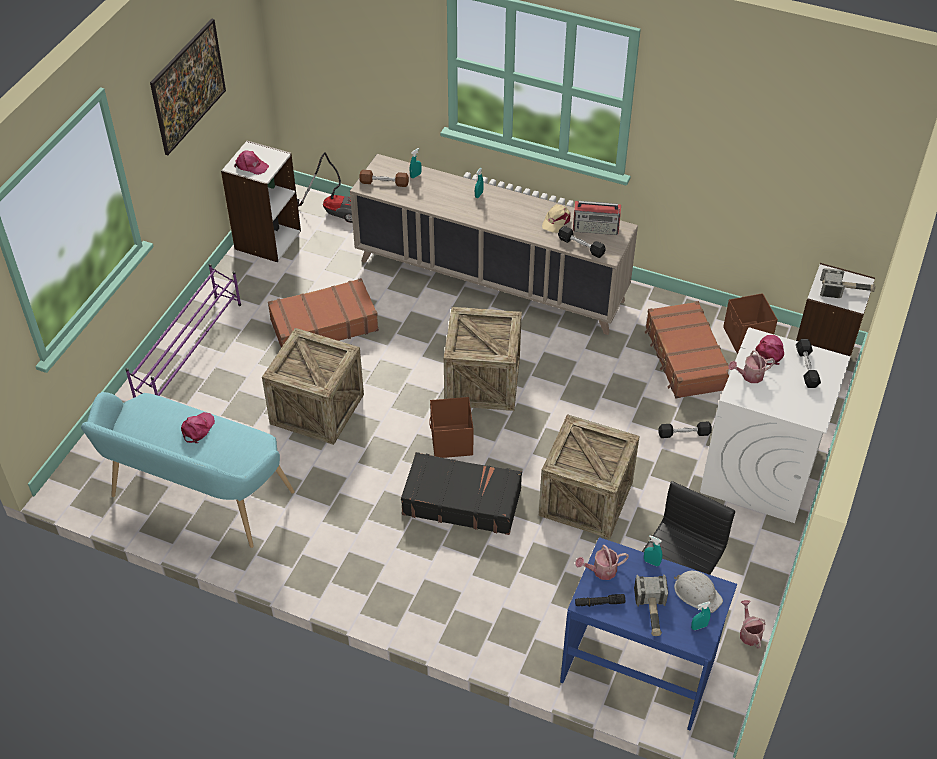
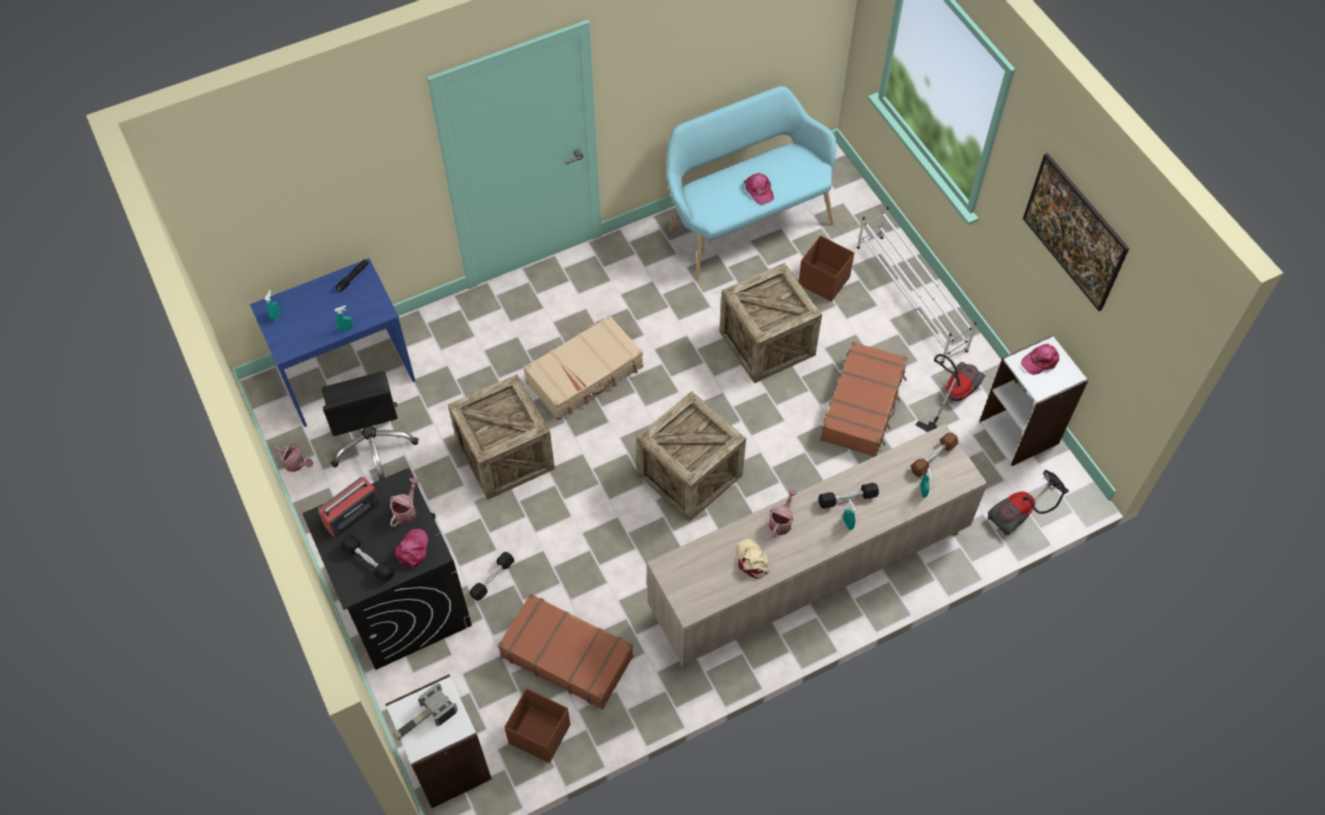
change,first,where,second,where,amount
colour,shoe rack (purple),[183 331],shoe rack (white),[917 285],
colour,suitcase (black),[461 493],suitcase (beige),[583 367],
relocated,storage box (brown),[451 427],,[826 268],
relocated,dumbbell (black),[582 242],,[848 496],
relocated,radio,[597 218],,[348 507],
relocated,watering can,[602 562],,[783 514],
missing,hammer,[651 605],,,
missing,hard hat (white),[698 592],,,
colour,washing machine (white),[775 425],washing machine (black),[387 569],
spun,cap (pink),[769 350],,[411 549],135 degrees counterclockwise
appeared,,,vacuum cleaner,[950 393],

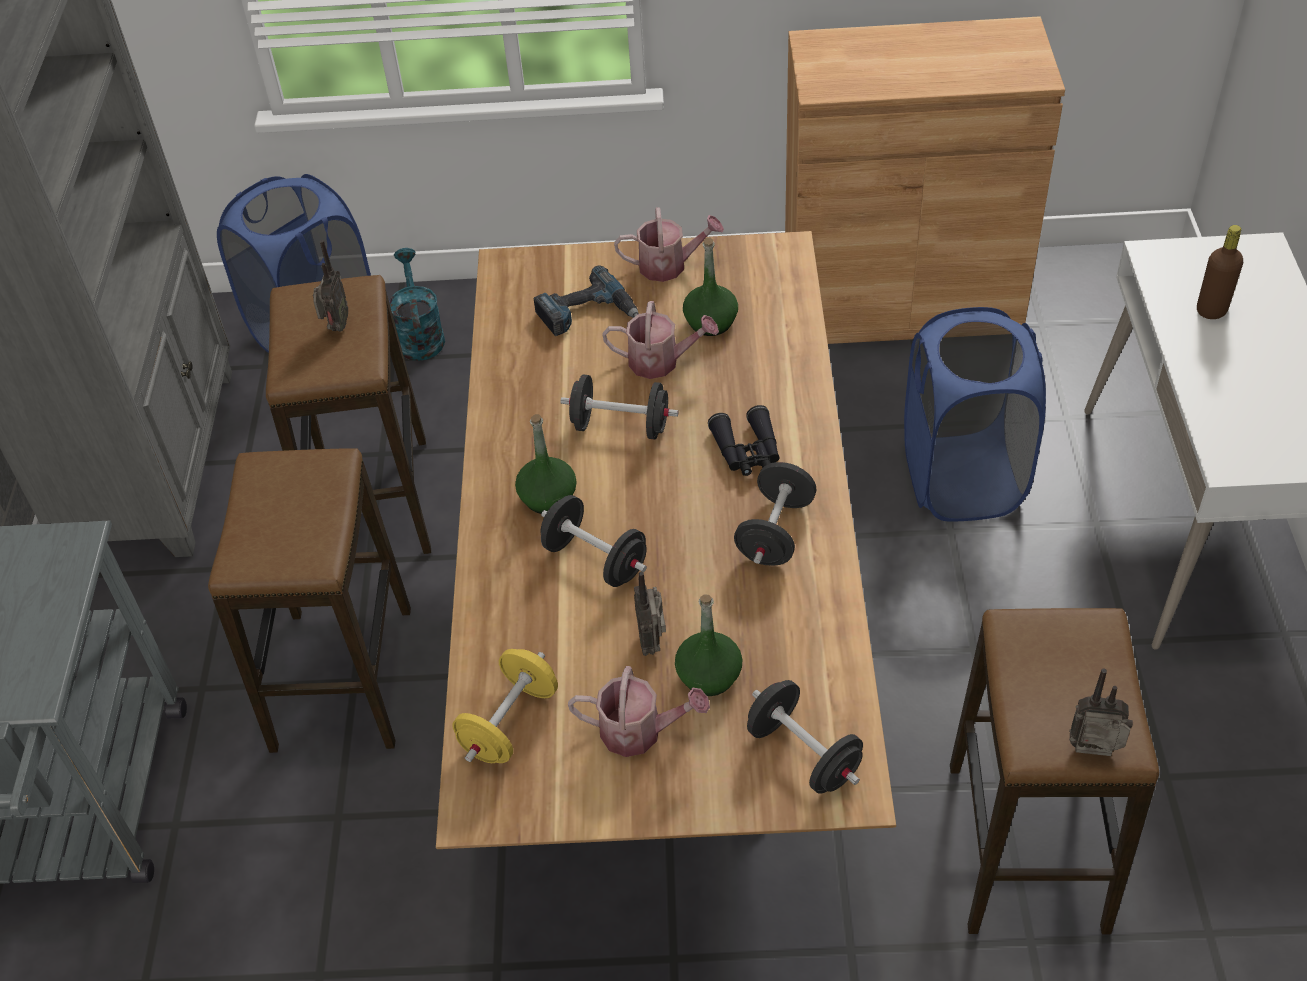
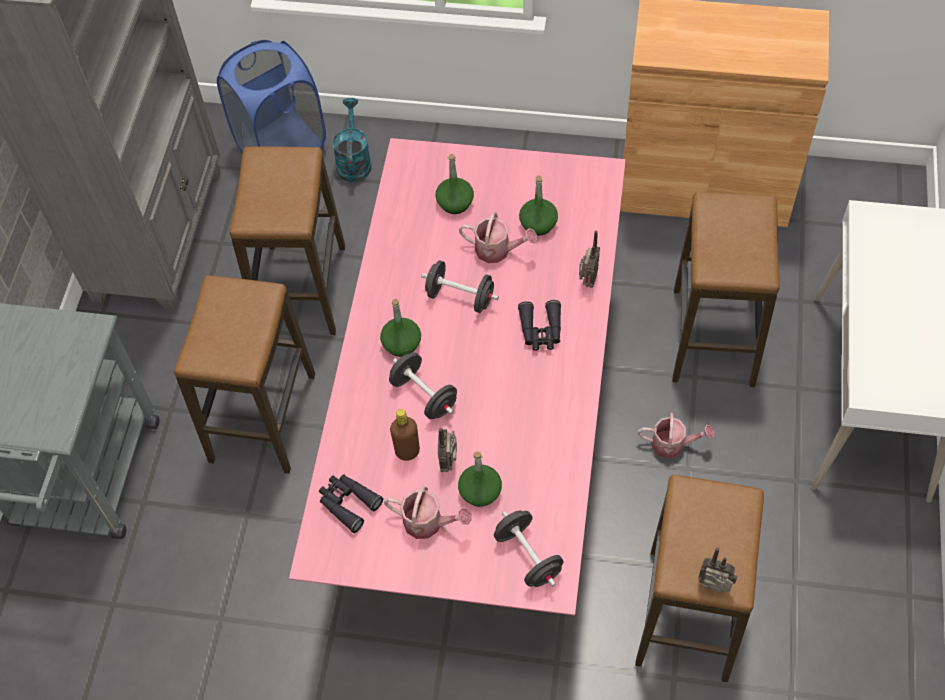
change,first,where,second,where,amount
relocated,radio,[330 286],,[589 259],
colour,dining table (brown),[666 540],dining table (pink),[457 377],
exchanged,dumbbell (yellow),[505 706],binoculars (black),[351 503],
exchanged,power drill,[586 301],bottle (green),[454 184],
relocated,watering can,[669 244],,[676 435],
missing,dumbbell (black),[775 513],,,
exchanged,laundry basket (blue),[975 414],stool,[726 289],
relocated,bottle (brown),[1220 272],,[405 435],

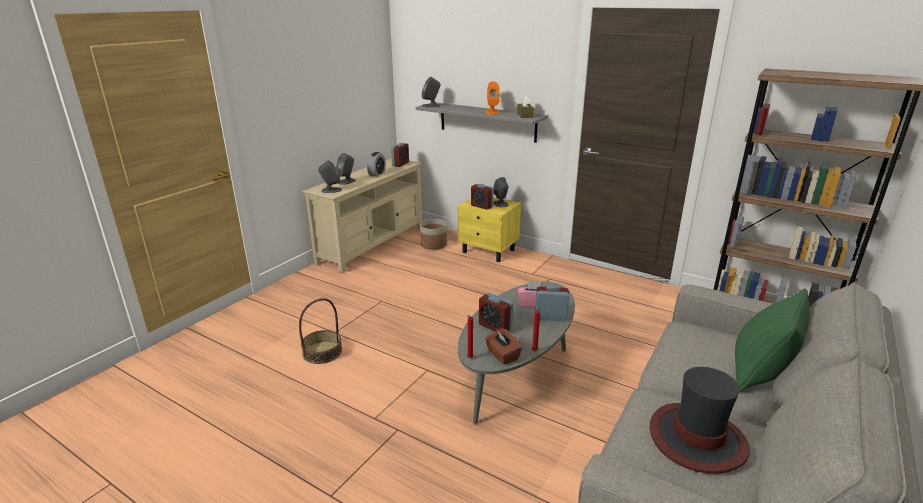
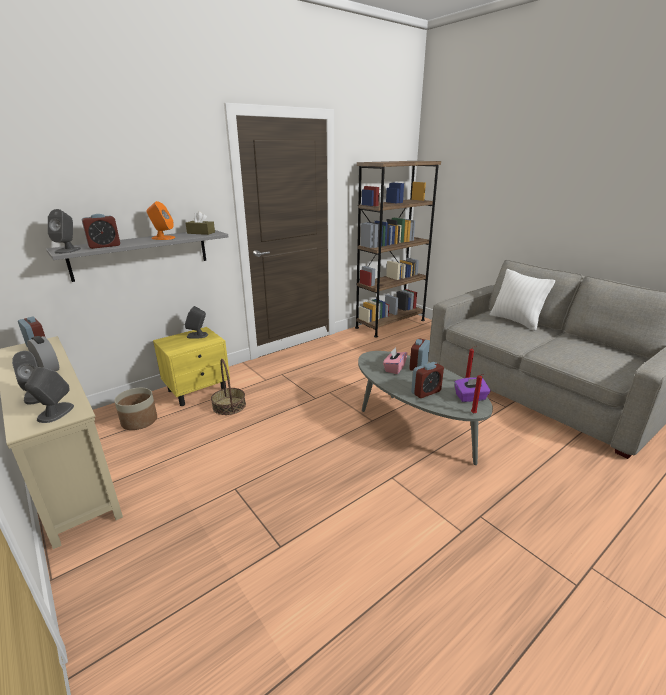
change,first,where,second,where,amount
relocated,basket,[320 331],,[228 387],
relocated,alarm clock,[482 197],,[101 231],
colour,tissue box (brown),[503 346],tissue box (purple),[473 389],
missing,hat,[700 420],,,
colour,pillow (green),[772 340],pillow (white),[522 300],

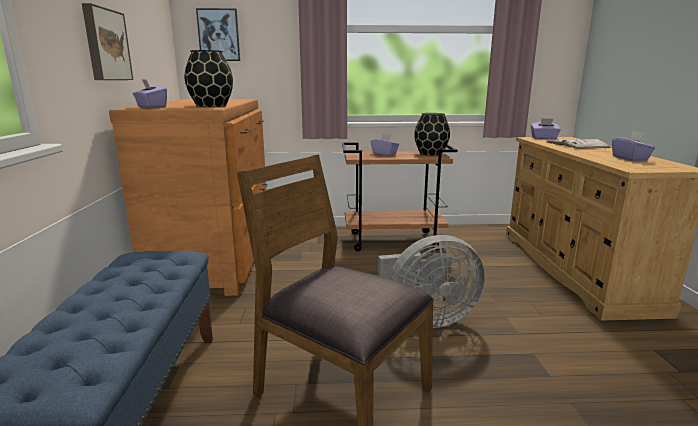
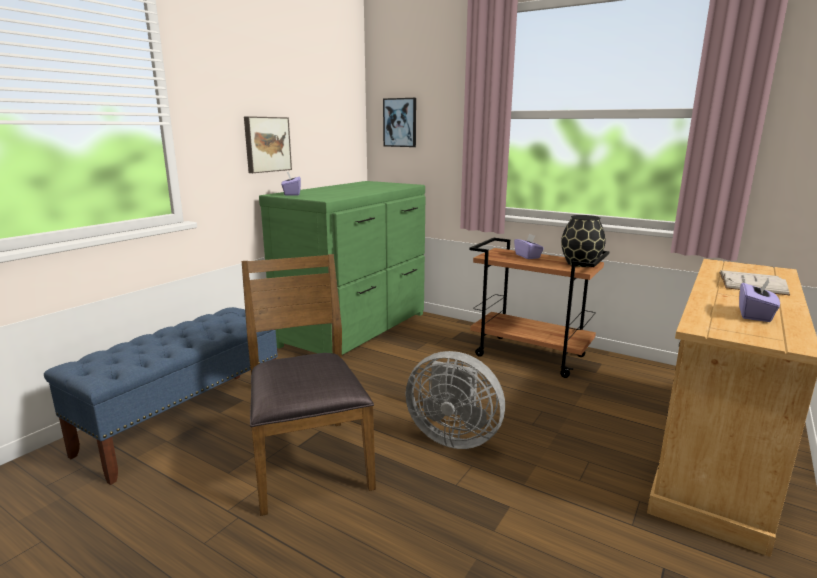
change,first,where,second,where,amount
colour,dresser (brown),[188 197],dresser (green),[342 268],
missing,vase (black),[209 78],,,
missing,tissue box (purple),[546 128],,,

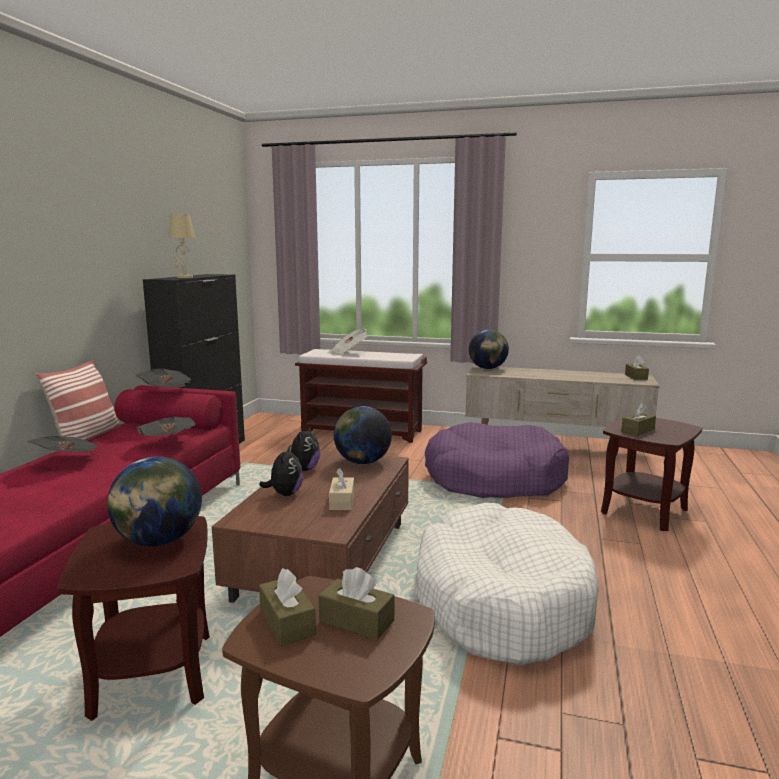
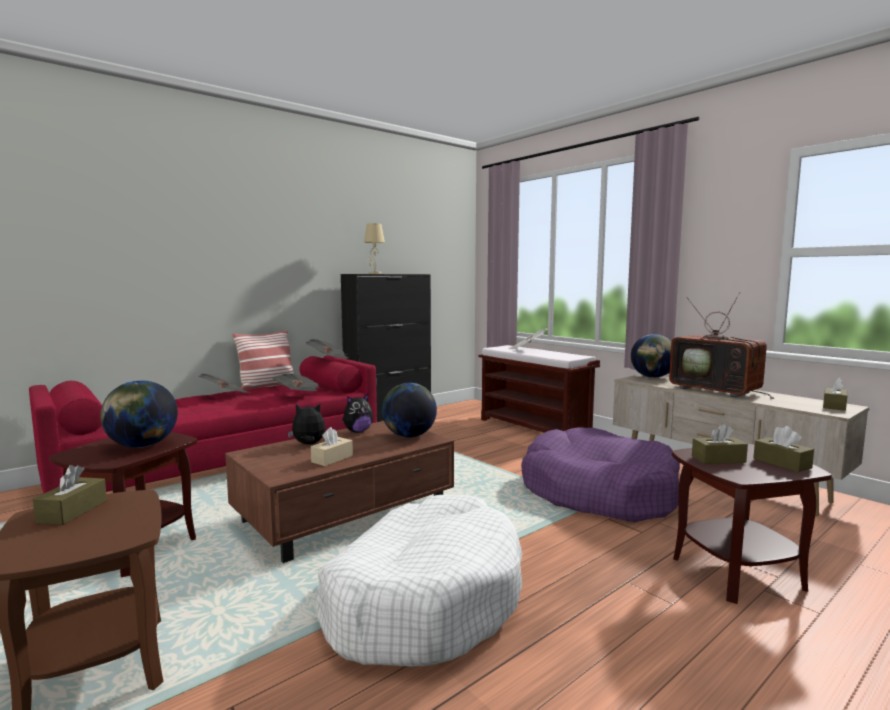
change,first,where,second,where,amount
spun,plush toy,[281 470],,[306 423],135 degrees counterclockwise
relocated,tissue box (brown),[356 603],,[783 449],
appeared,,,television,[721 345],

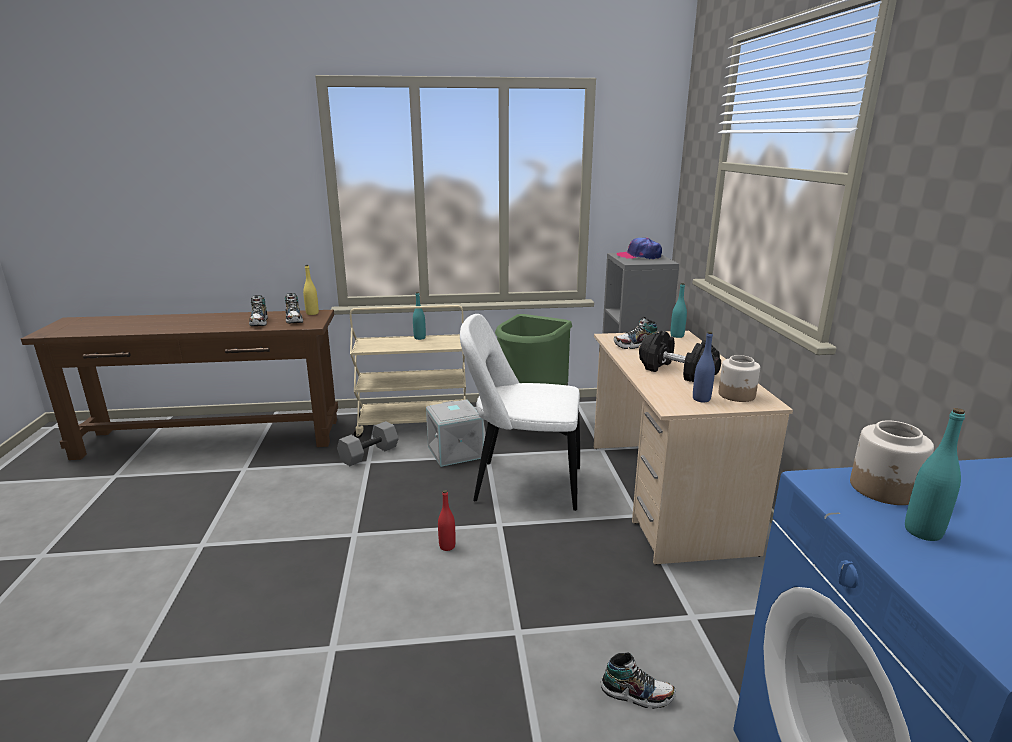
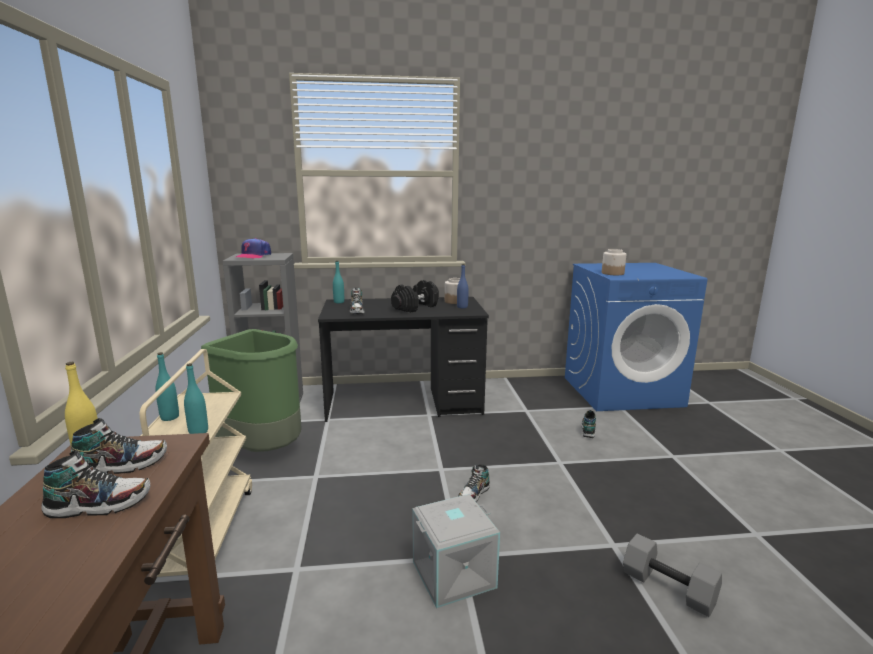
change,first,where,second,where,amount
relocated,dumbbell (grey),[368 443],,[672 575],
relocated,storage box (grey),[455 433],,[456 551],
exchanged,bottle (red),[447 520],shoe,[474 483],
missing,chair (white),[520 412],,,
colour,desk (beige),[693 448],desk (black),[403 359],
relocated,bottle (turquoise),[935 474],,[196 398],

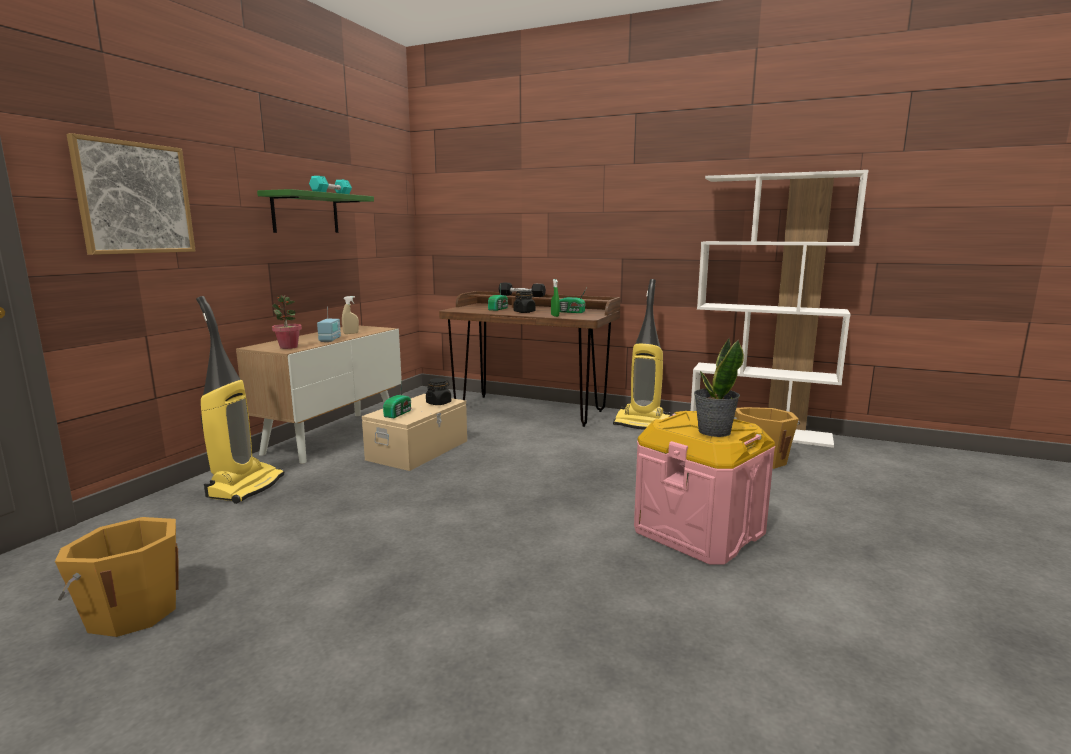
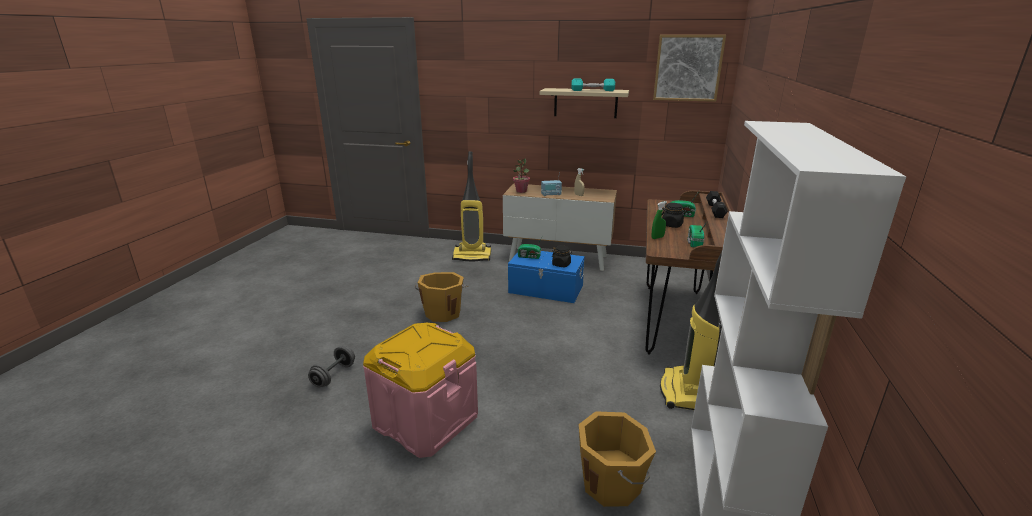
change,first,where,second,where,amount
relocated,bucket (orange),[117 577],,[442 297],
relocated,picture,[131 194],,[689 68],
colour,shelf (green),[315 211],shelf (beige),[584 103],
colour,storage box (beige),[414 432],storage box (blue),[546 277],
missing,potted plant,[719 387],,,
appeared,,,dumbbell (grey),[331 366],

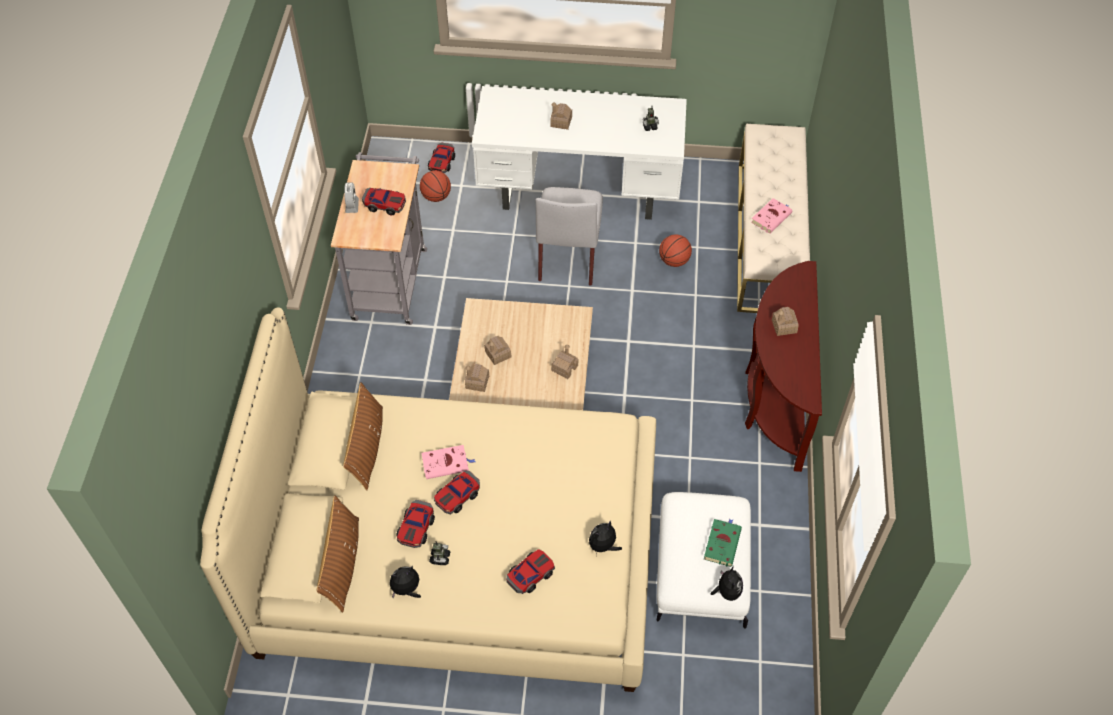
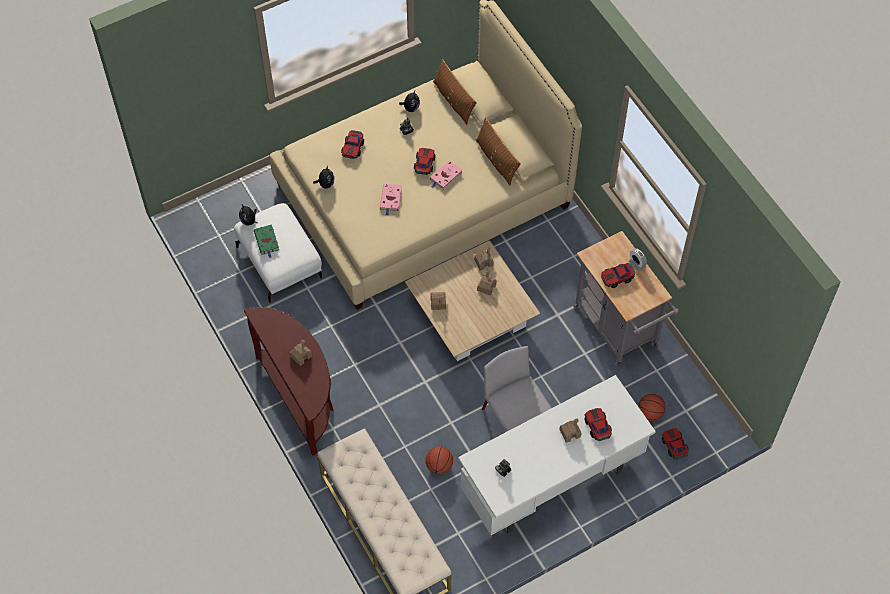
change,first,where,second,where,amount
relocated,toy car,[416 524],,[598 424],
relocated,book (pink),[771 216],,[391 199],

